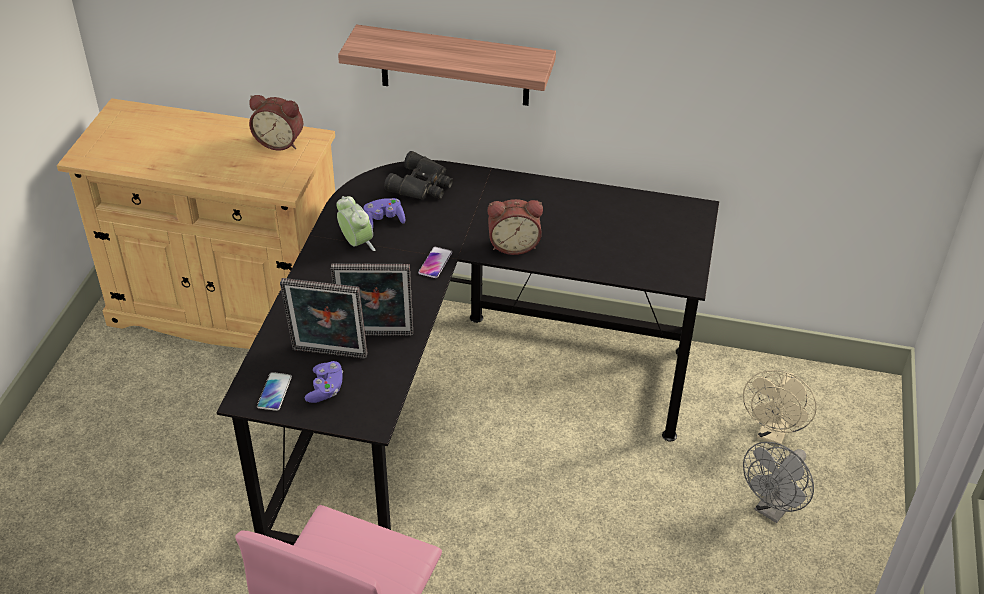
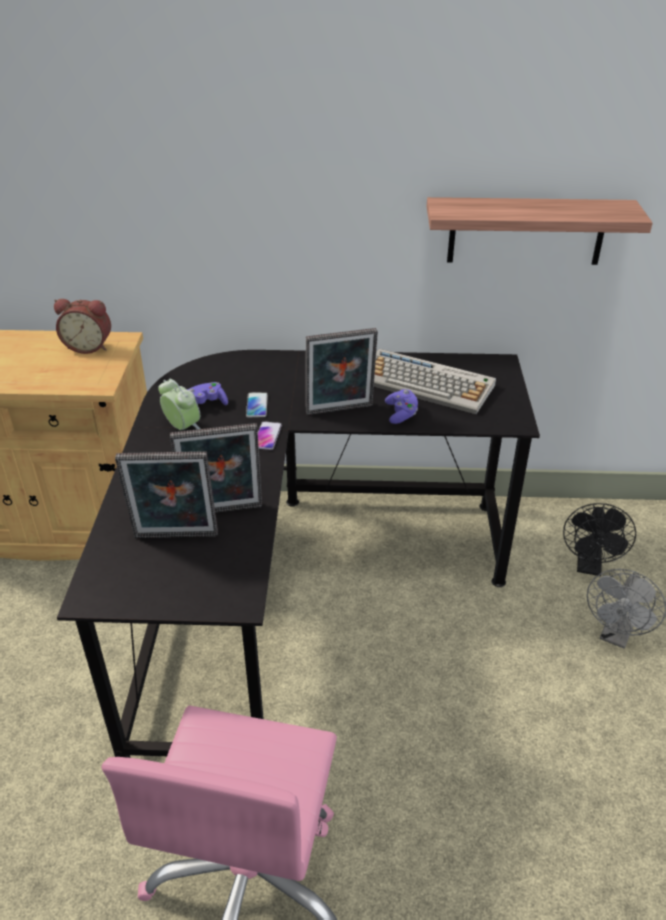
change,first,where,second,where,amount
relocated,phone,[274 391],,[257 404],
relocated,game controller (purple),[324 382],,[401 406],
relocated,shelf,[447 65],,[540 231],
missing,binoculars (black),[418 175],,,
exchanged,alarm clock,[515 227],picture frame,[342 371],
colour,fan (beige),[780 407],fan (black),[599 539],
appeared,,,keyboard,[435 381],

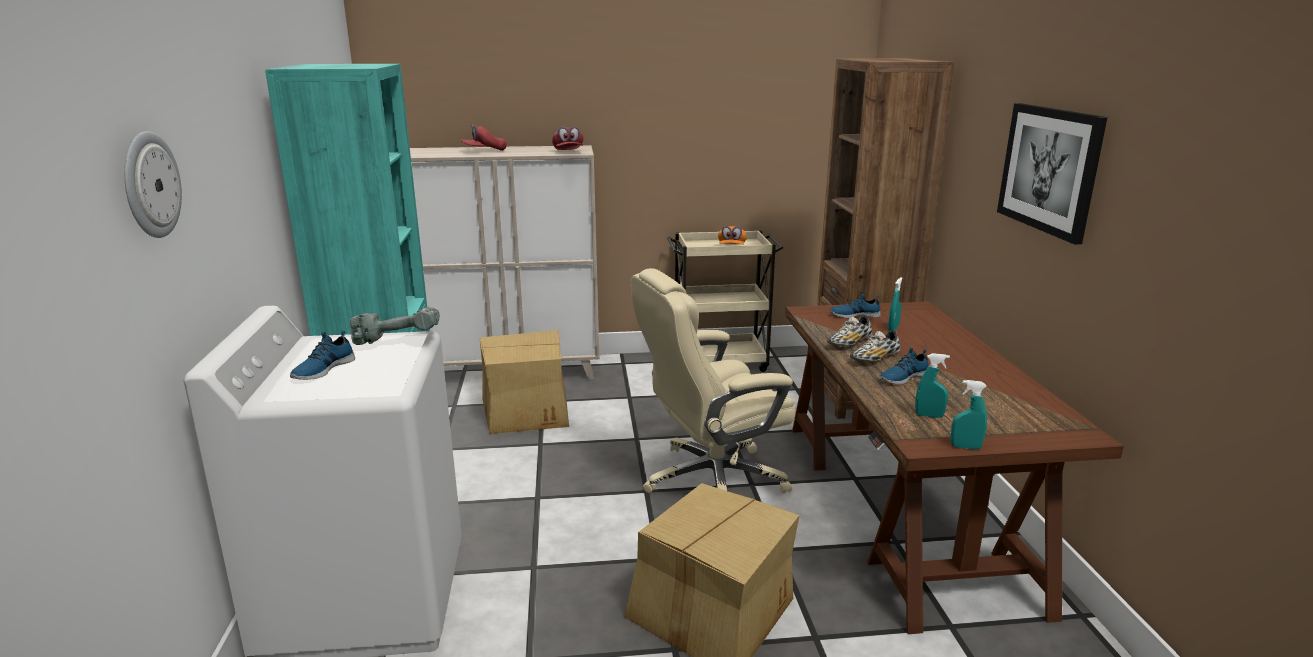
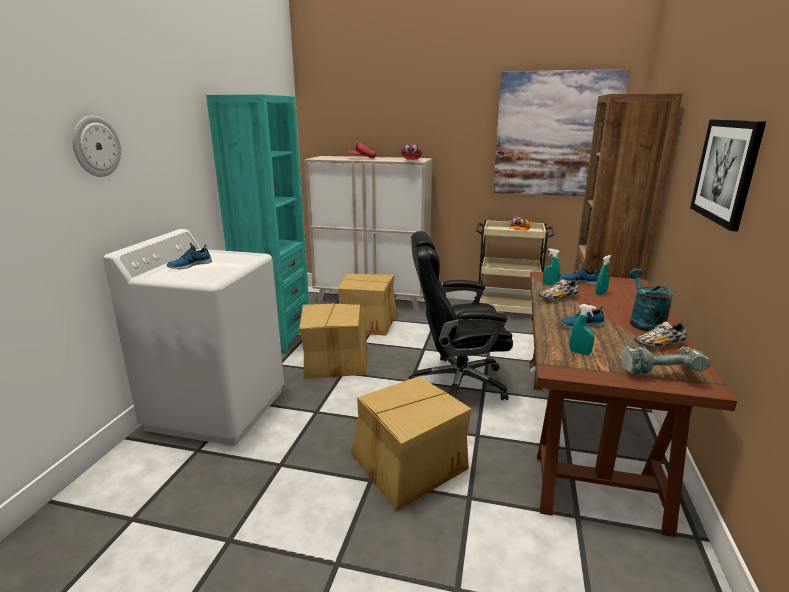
change,first,where,second,where,amount
relocated,power drill,[395 326],,[664 359],
colour,office chair (beige),[713 381],office chair (black),[461 315],
relocated,shoe,[875 345],,[660 334],
relocated,spray bottle (turquoise),[969 415],,[551 267],
appeared,,,cardboard box,[333 341],
appeared,,,picture,[561 132],
appeared,,,watering can (turquoise),[651 300],

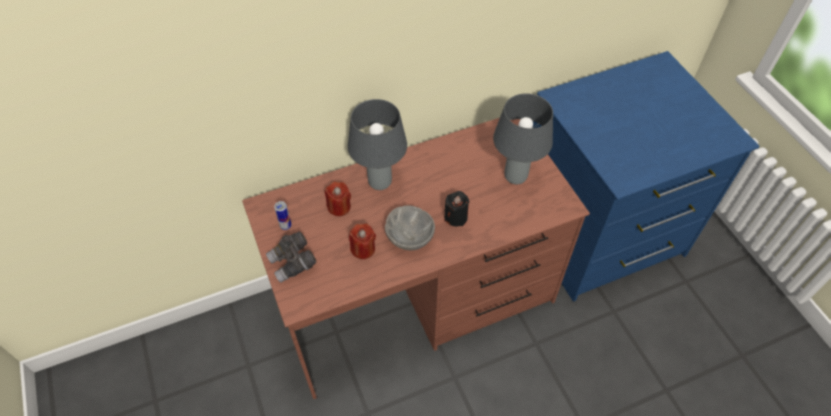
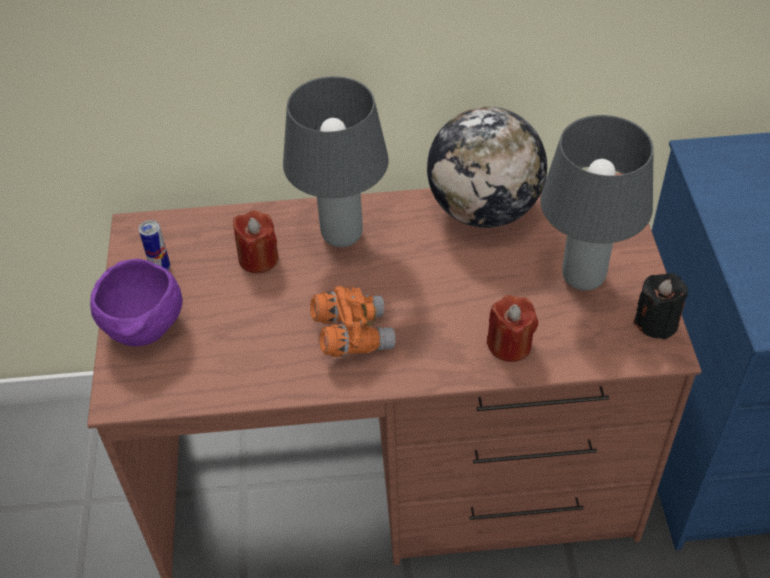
change,first,where,second,where,amount
exchanged,binoculars (grey),[291 257],bowl (purple),[136 303],
relocated,candle (red),[362 241],,[512 328],
exchanged,bowl (grey),[410 227],binoculars (orange),[353 321],
relocated,candle (black),[456 209],,[660 306],
appeared,,,globe,[487 167],

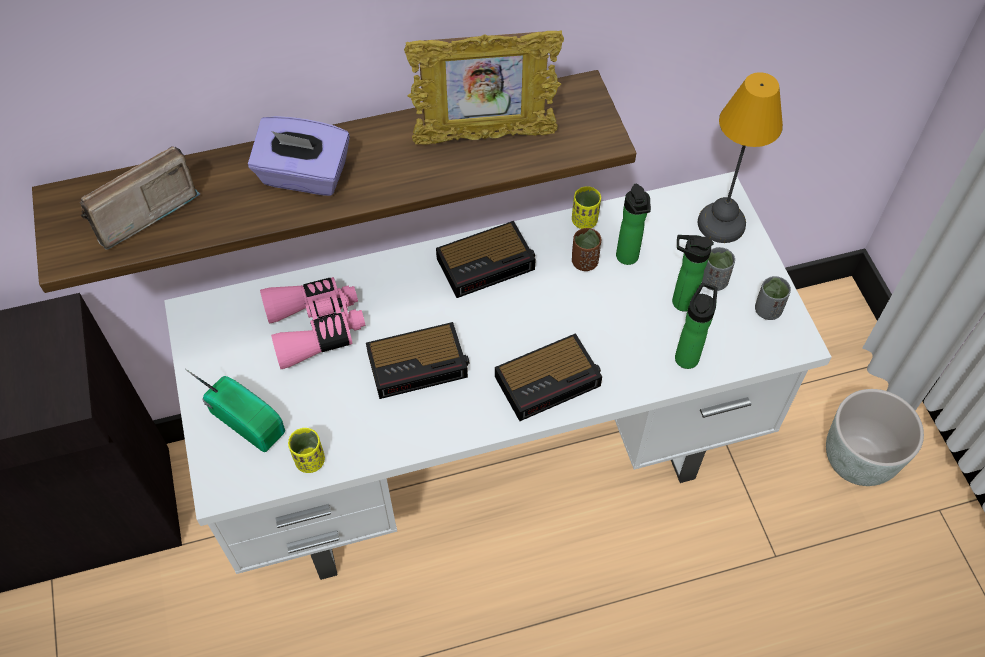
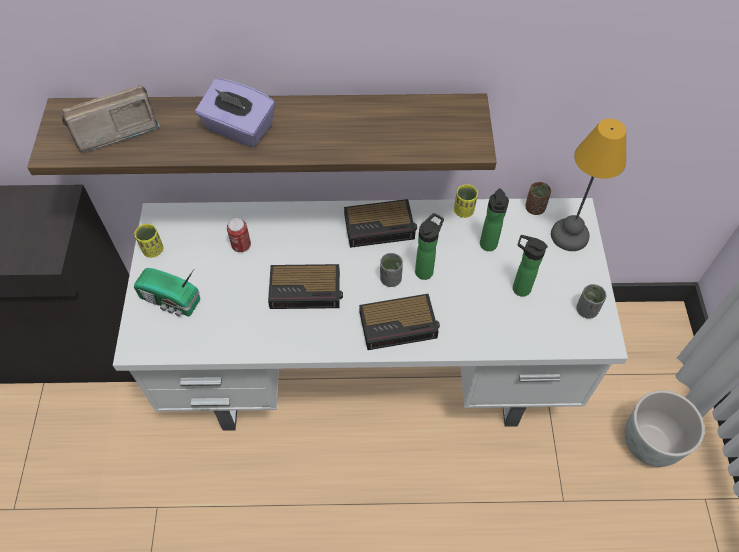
change,first,where,second,where,amount
spun,radio,[235 410],,[167 292],150 degrees clockwise
exchanged,binoculars (pink),[313 323],can,[239 235],
relocated,cup (yellow),[306 450],,[148 241],
missing,picture frame,[484 87],,,
relocated,cup (brown),[586 249],,[538 198],
relocated,bottle,[696 326],,[429 246],
relocated,cup (grey),[718 269],,[391 270],

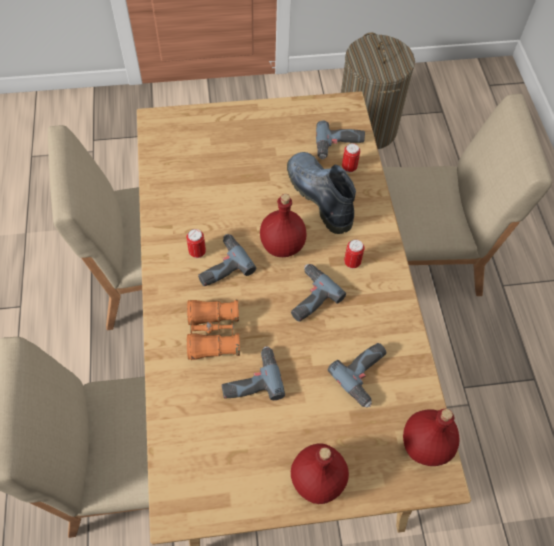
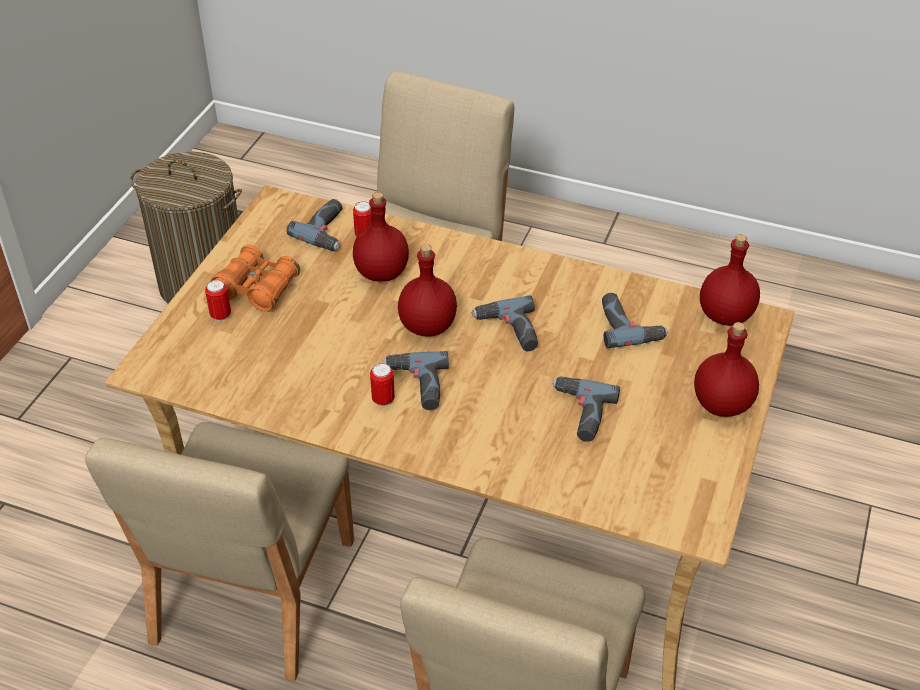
change,first,where,second,where,amount
relocated,binoculars (orange),[213 330],,[255 278],
exchanged,boot,[321 193],bottle (red),[381 237],
relocated,can,[354 254],,[218 300],

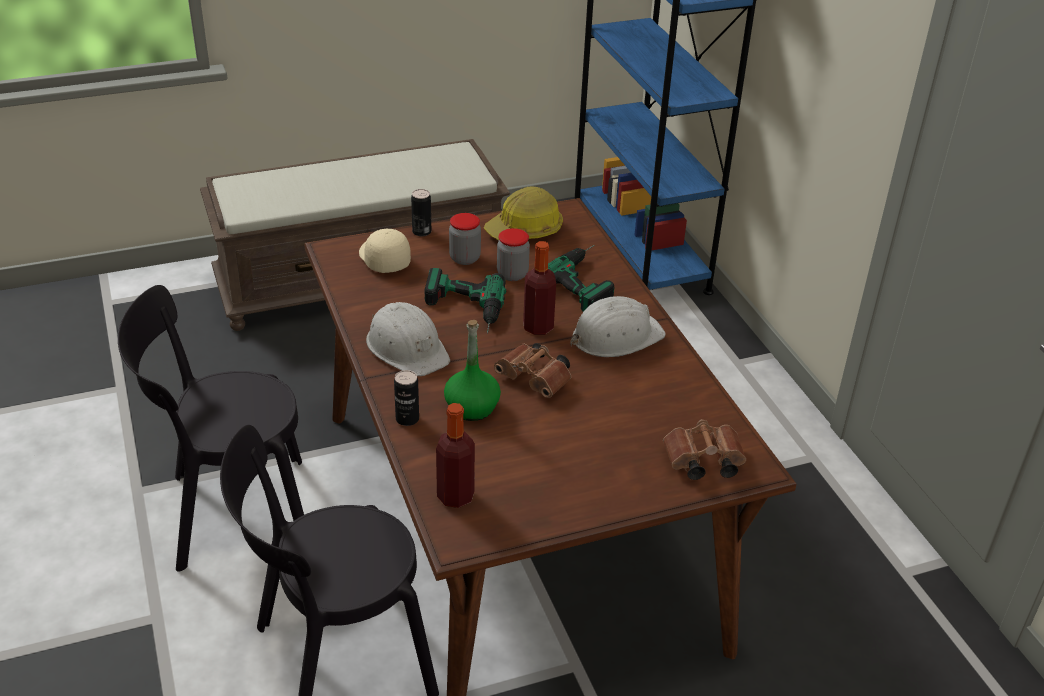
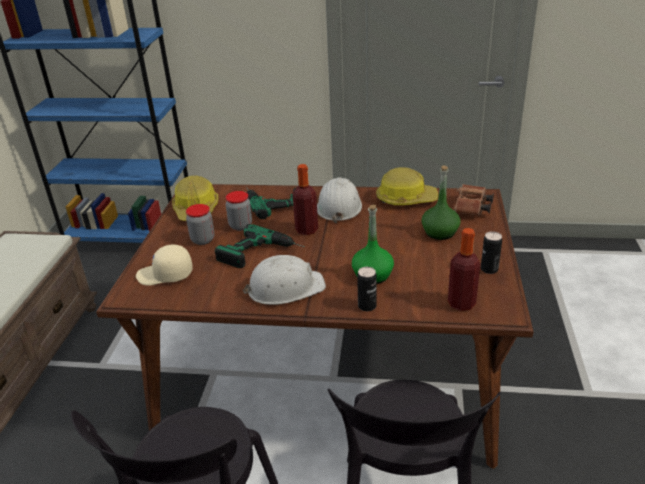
change,first,where,second,where,amount
relocated,can,[421 212],,[491 252],
missing,binoculars (brown),[532 370],,,
appeared,,,hard hat,[407 186],
appeared,,,bottle (green),[441 202],

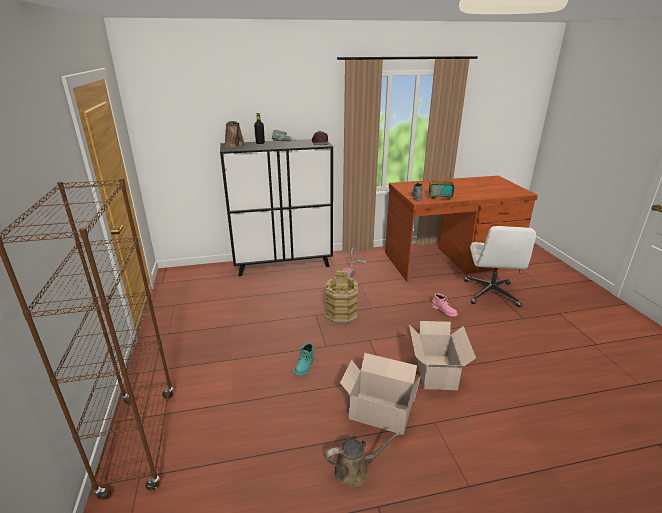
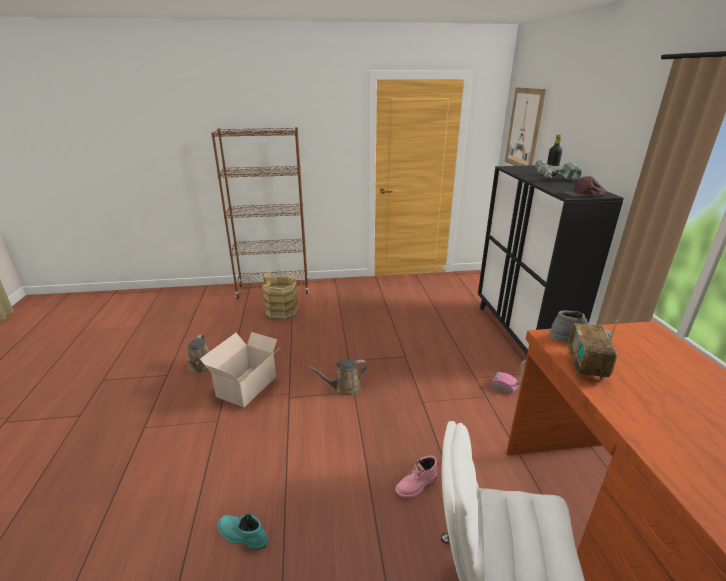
change,first,where,second,where,amount
relocated,watering can (brown),[235 134],,[337 377],
relocated,boot (turquoise),[304 359],,[243 532],
relocated,bucket (brown),[341 296],,[280 296],
missing,cardboard box,[442 355],,,
appeared,,,picture,[525 126],

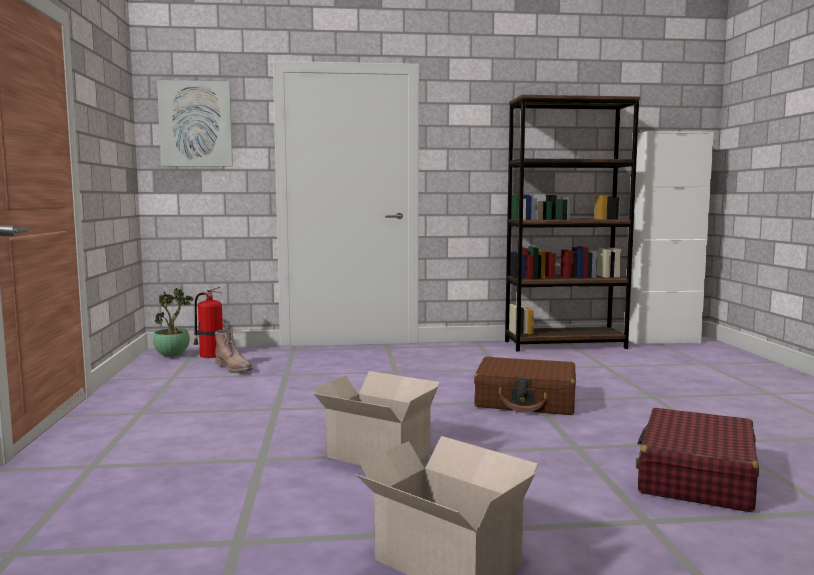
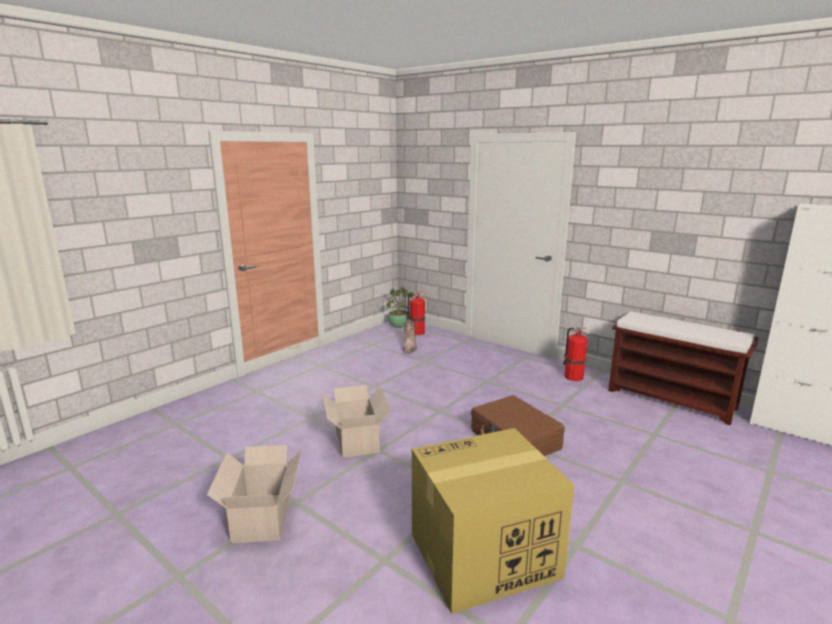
change,first,where,second,where,amount
missing,picture,[195 123],,,
exchanged,bookcase (brown),[572 223],bench (brown),[683 368],
exchanged,suitcase (red),[697 460],cardboard box,[493 521],
appeared,,,fire extinguisher,[576 354],

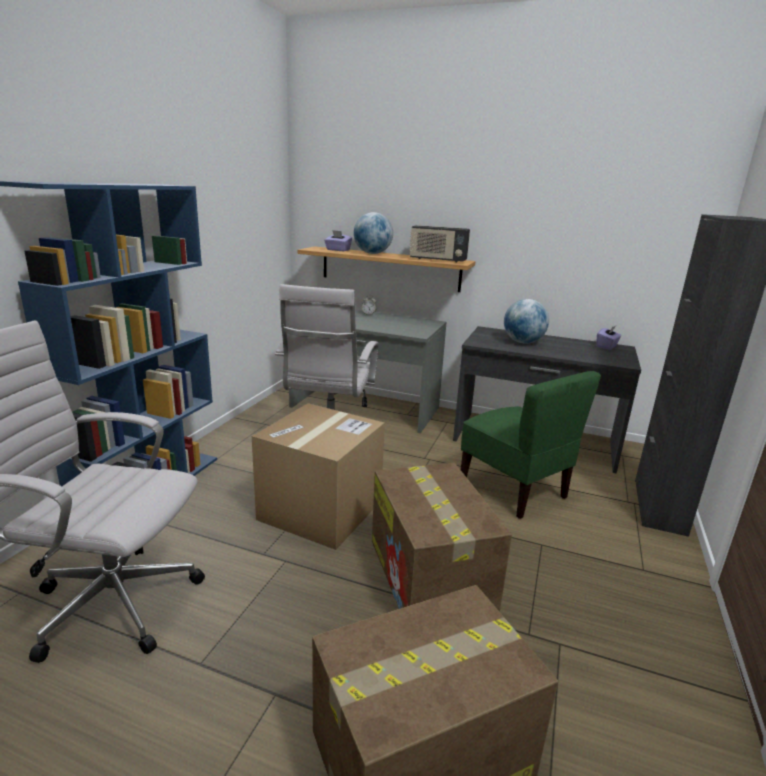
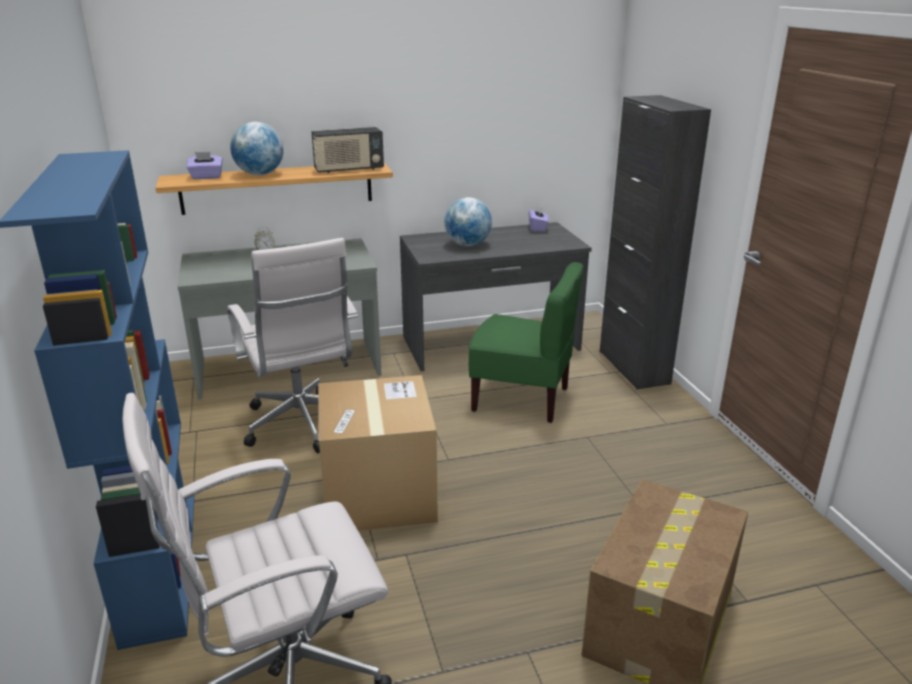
change,first,where,second,where,amount
missing,cardboard box,[442 537],,,

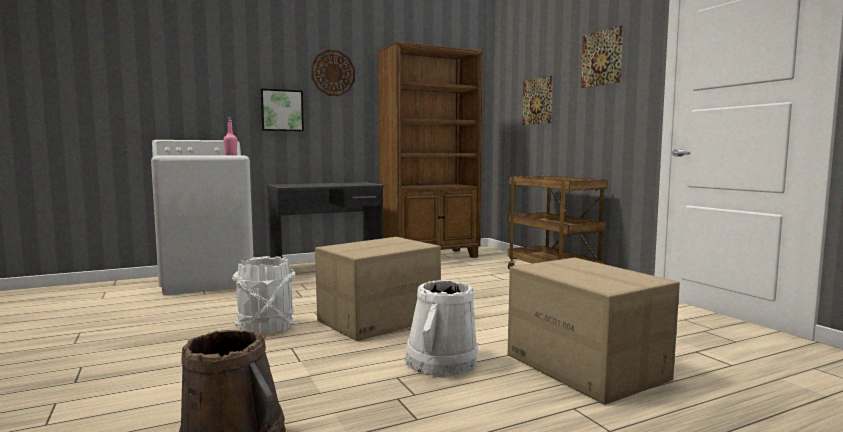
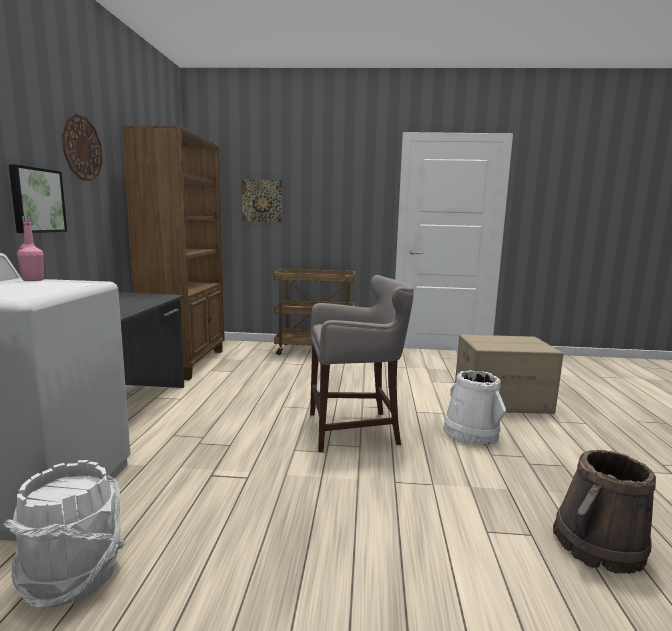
change,first,where,second,where,amount
relocated,bucket (white),[263 295],,[64 533],
exchanged,cardboard box,[378 289],stool (grey),[362 363],
missing,picture,[602 56],,,

